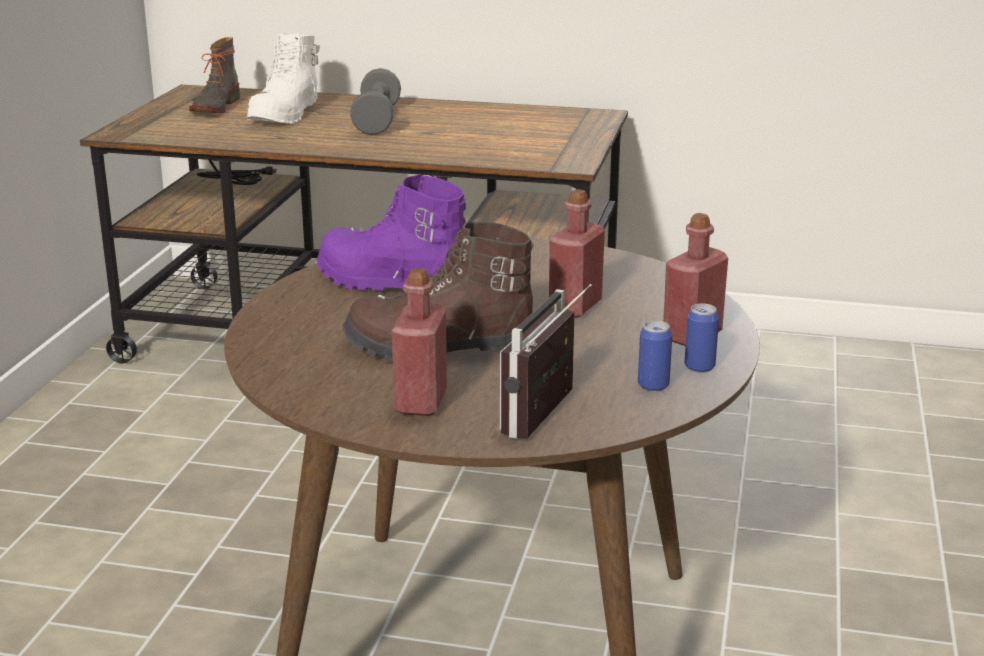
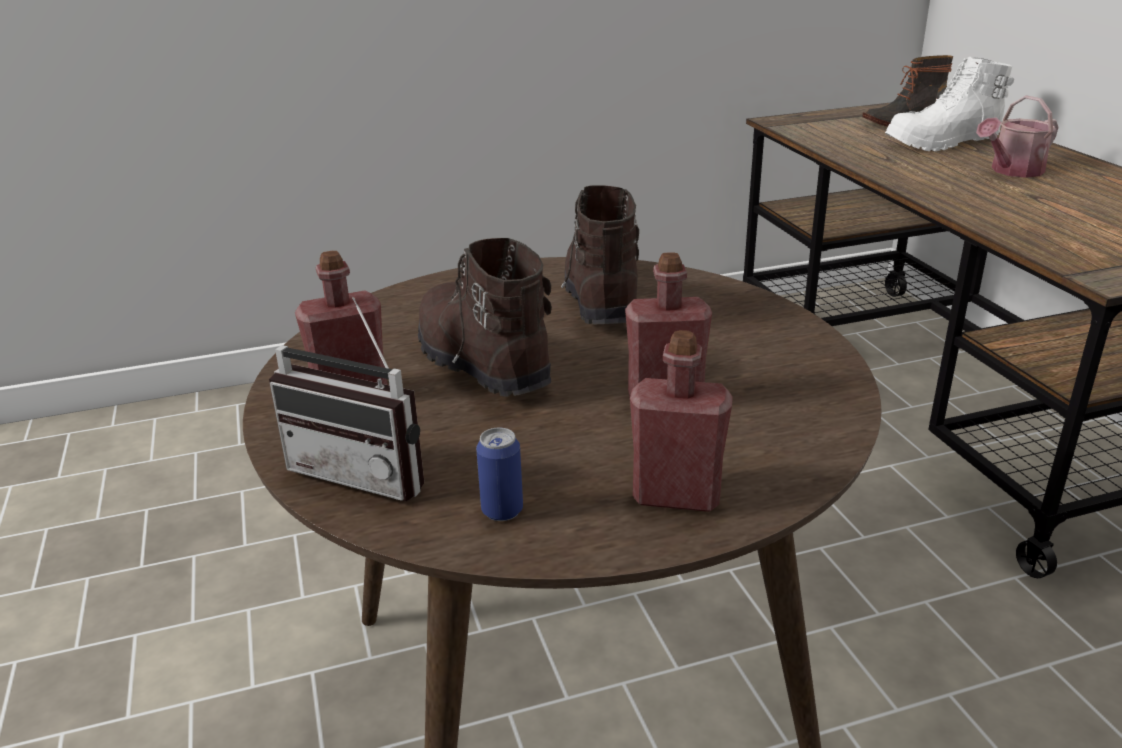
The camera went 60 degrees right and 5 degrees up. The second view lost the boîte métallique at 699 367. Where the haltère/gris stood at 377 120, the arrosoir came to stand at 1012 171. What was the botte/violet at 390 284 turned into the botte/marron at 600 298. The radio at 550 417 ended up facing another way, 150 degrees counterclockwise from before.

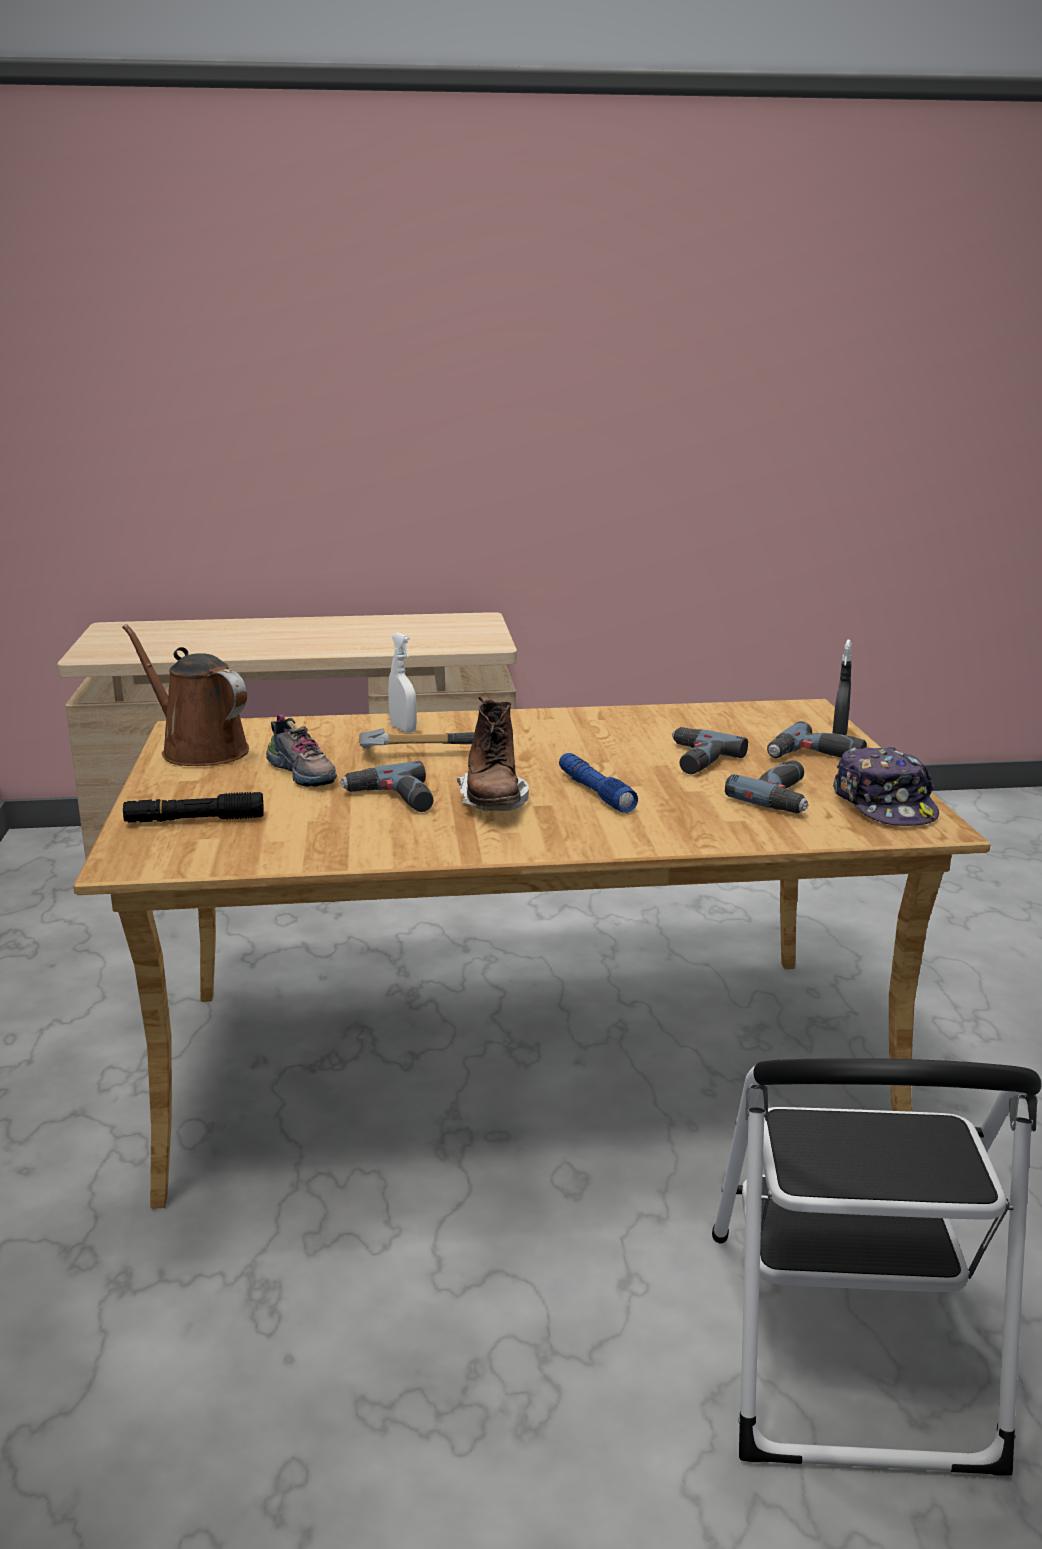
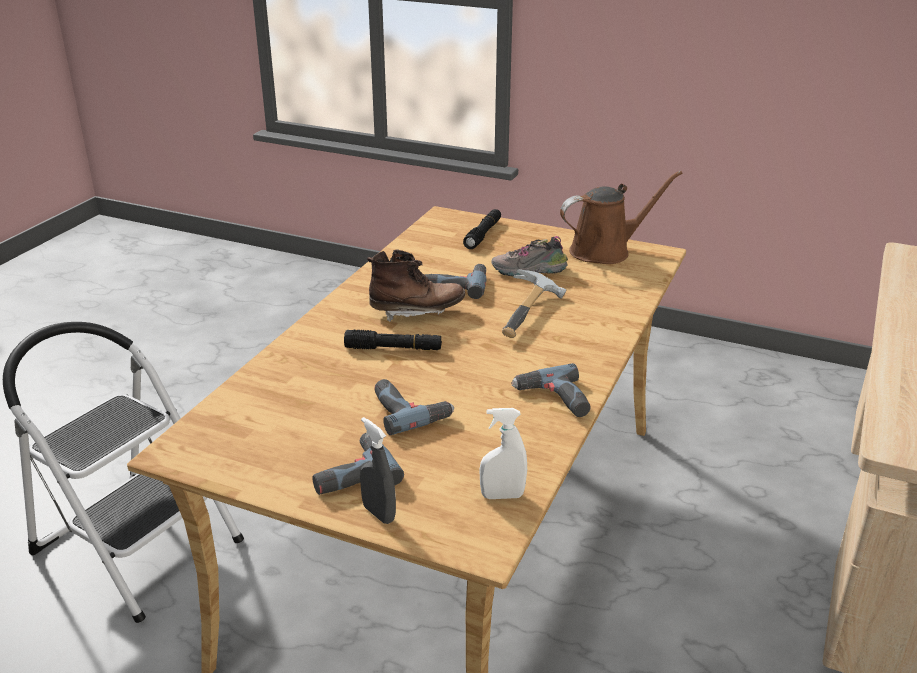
The camera went 120 degrees right and 10 degrees up. The second view lost the casquette at 884 805. The vaporisateur/blanc ended up elsewhere, having gone from 403 729 to 502 496. The perceuse ended up elsewhere, having gone from 784 797 to 553 400. What was the lampe de poche/bleu at 595 792 turned into the lampe de poche/noir at 393 349. The botte/marron at 493 802 ended up facing another way, 150 degrees clockwise from before.

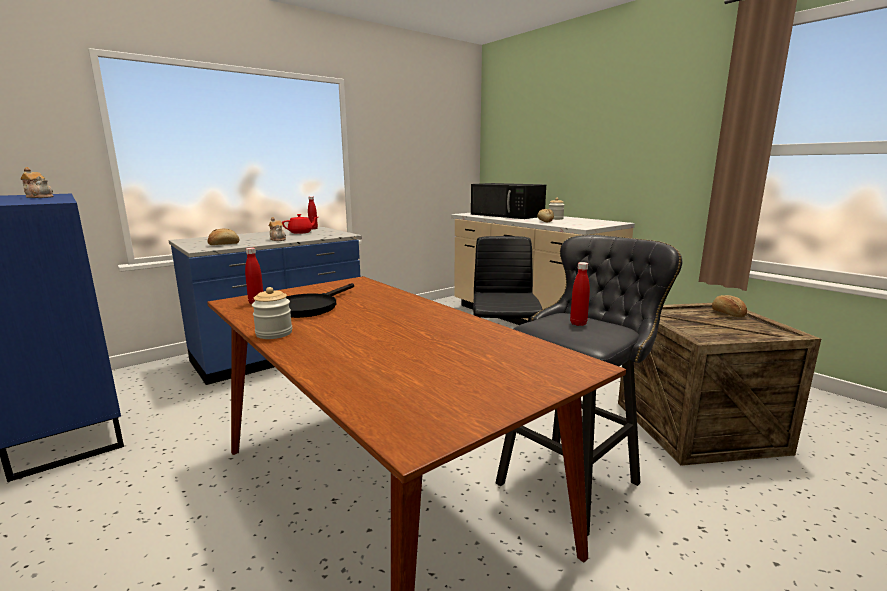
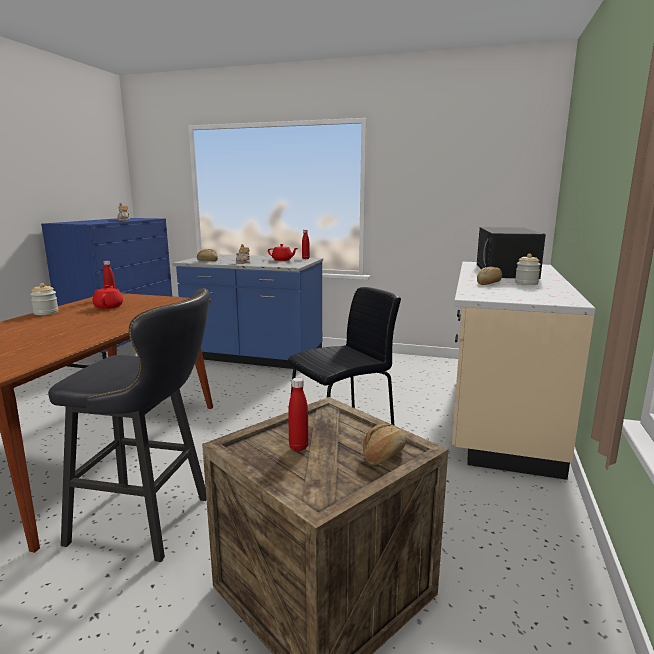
The camera went 55 degrees right and 0 degrees up. The bouteille/rouge ended up elsewhere, having gone from 578 323 to 298 447. Where the poêle/noir stood at 310 307, the théière/rouge came to stand at 109 306.

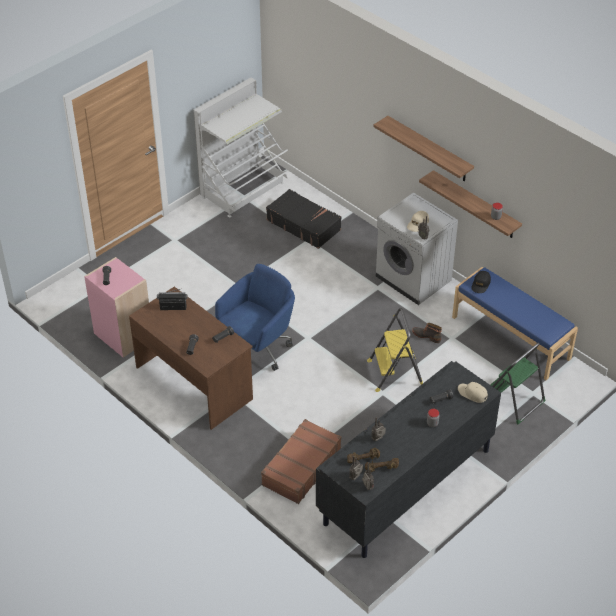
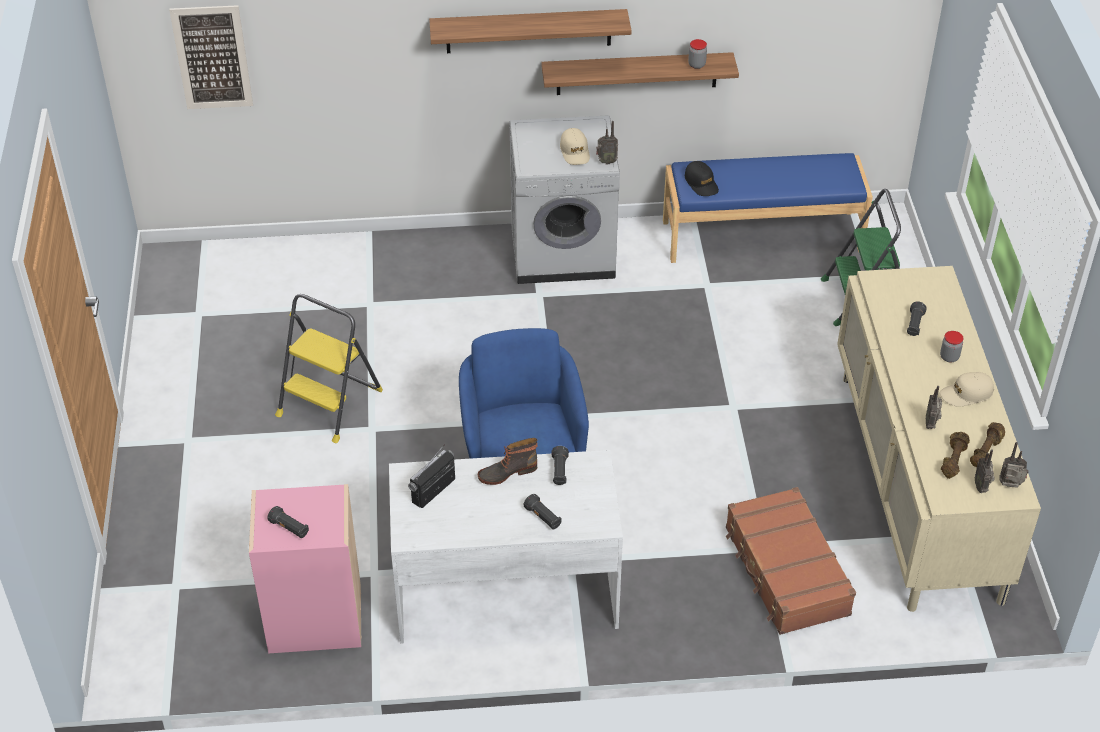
The camera went 50 degrees left and 0 degrees up. The second view lost the étagère à chaussures/blanc at 245 191. The second view lost the valise/noir at 303 224. The second view gained the tableau at 212 57. The escabeau/jaune ended up elsewhere, having gone from 397 372 to 332 400. The botte ended up elsewhere, having gone from 426 336 to 507 472. The casquette/beige ended up elsewhere, having gone from 472 393 to 966 394. What was the bureau/marron at 194 382 turned into the bureau/blanc at 506 591. What was the meuble de rangement/noir at 405 485 turned into the meuble de rangement/beige at 915 485.

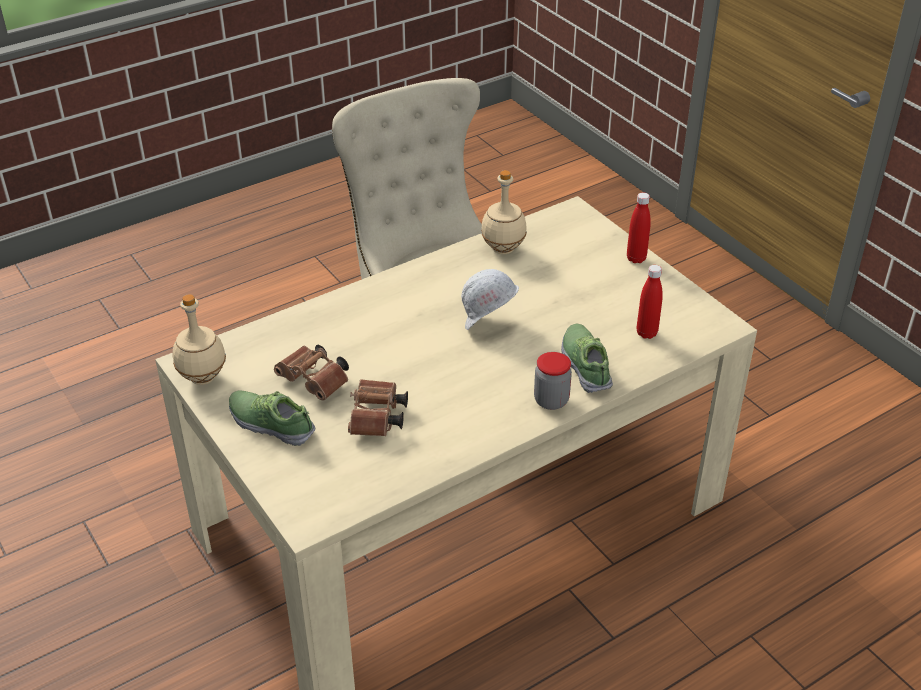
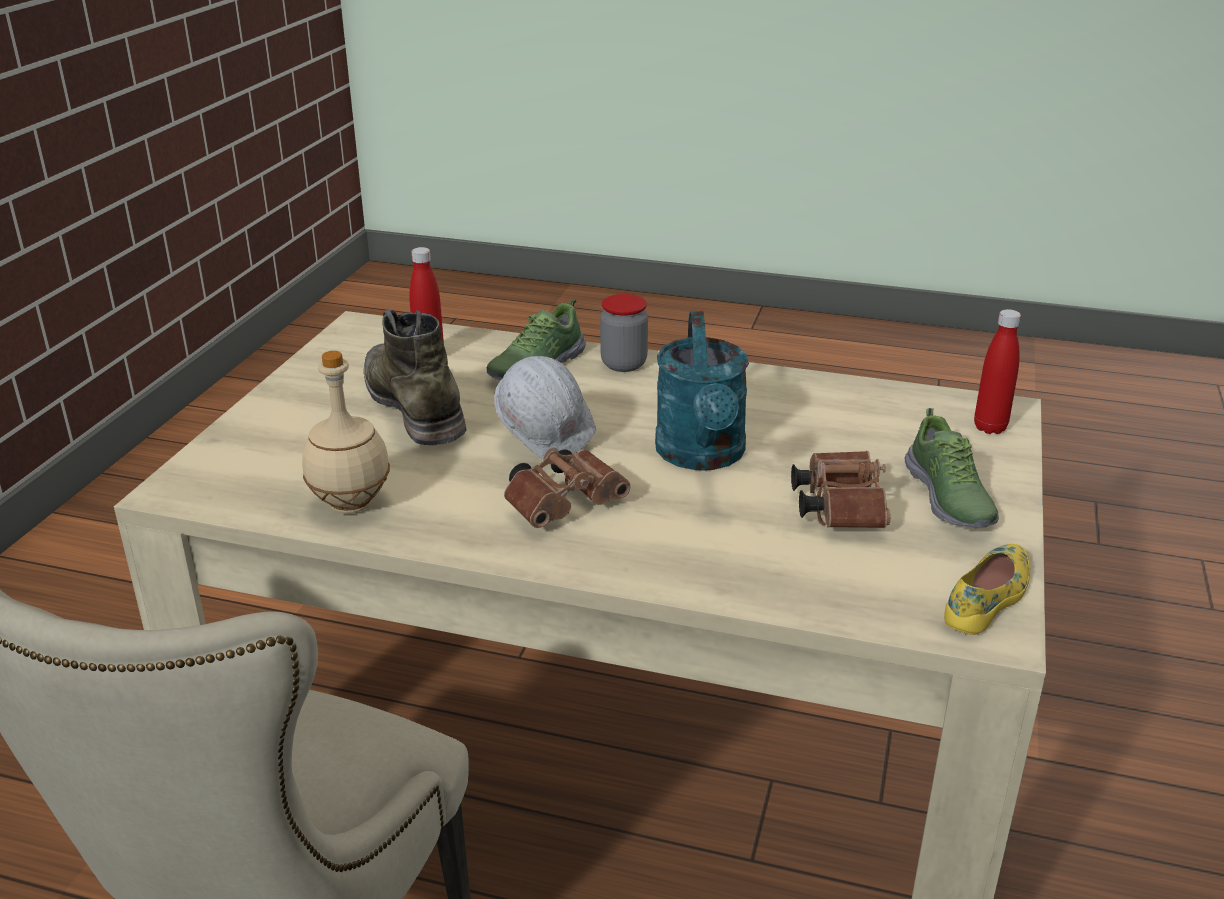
The camera went 130 degrees left and 10 degrees down. The second view gained the botte/vert at 414 405. The second view gained the arrosoir/turquoise at 702 456. The jumelles/marron ended up elsewhere, having gone from 377 419 to 567 504. The bouteille/rouge ended up elsewhere, having gone from 636 258 to 990 427. Where the bouteille/beige stood at 203 377, the chaussure/jaune came to stand at 988 598.

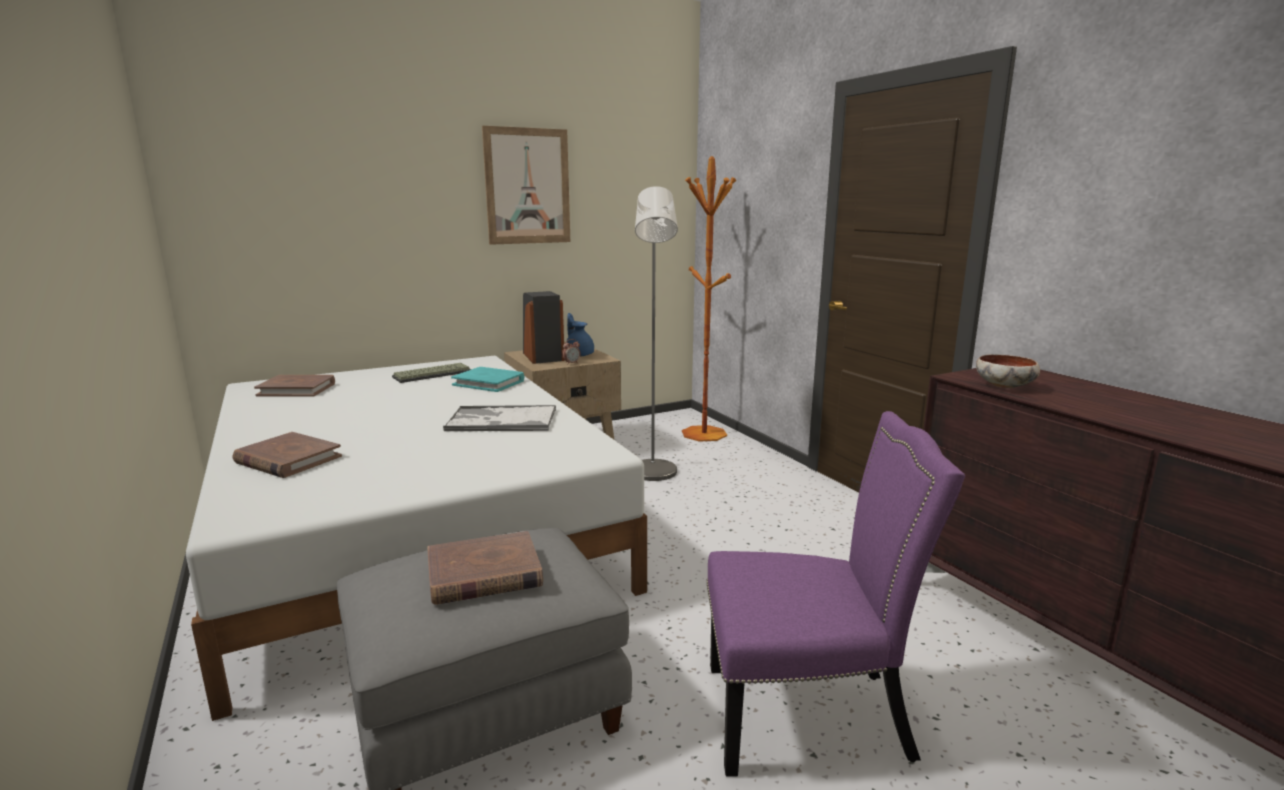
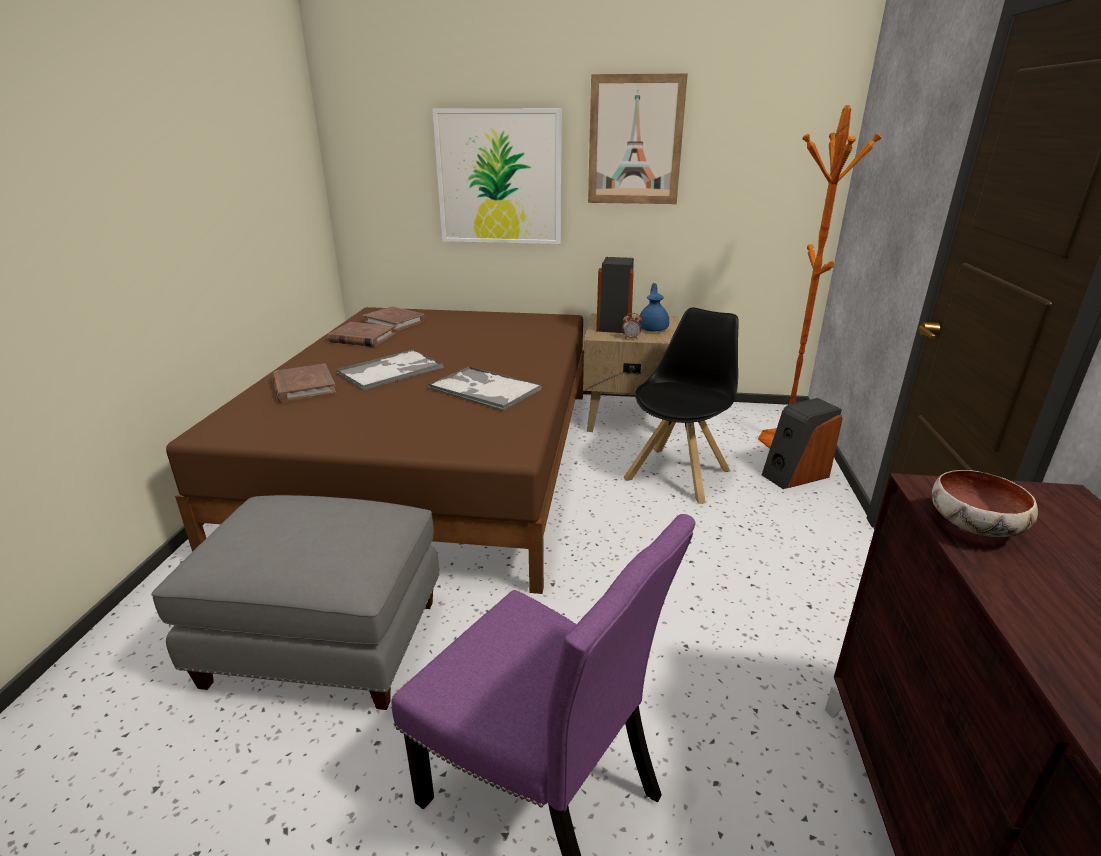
The camera went 35 degrees right and 10 degrees up. The second view lost the clavier at 433 374. The second view lost the livre/turquoise at 489 383. The second view gained the plateau at 391 370. The second view gained the tableau at 499 178. The second view gained the enceinte at 794 475. The livre/marron ended up elsewhere, having gone from 484 573 to 362 338. Where the lampadaire/gris stood at 653 475, the chaise/noir came to stand at 679 473. What was the lit/blanc at 412 529 turned into the lit/marron at 434 461.

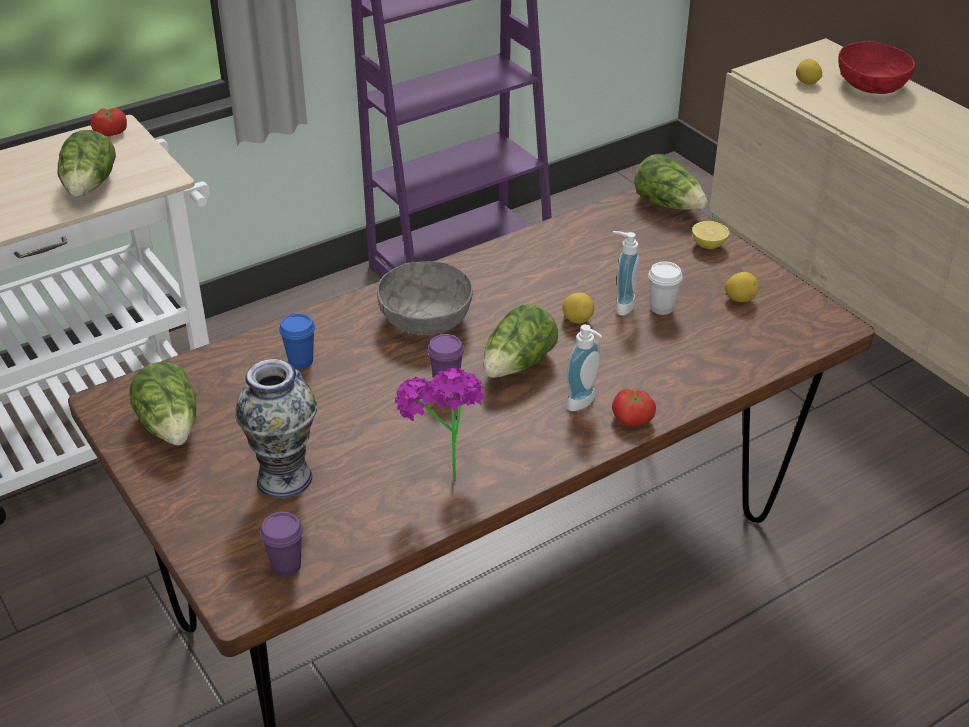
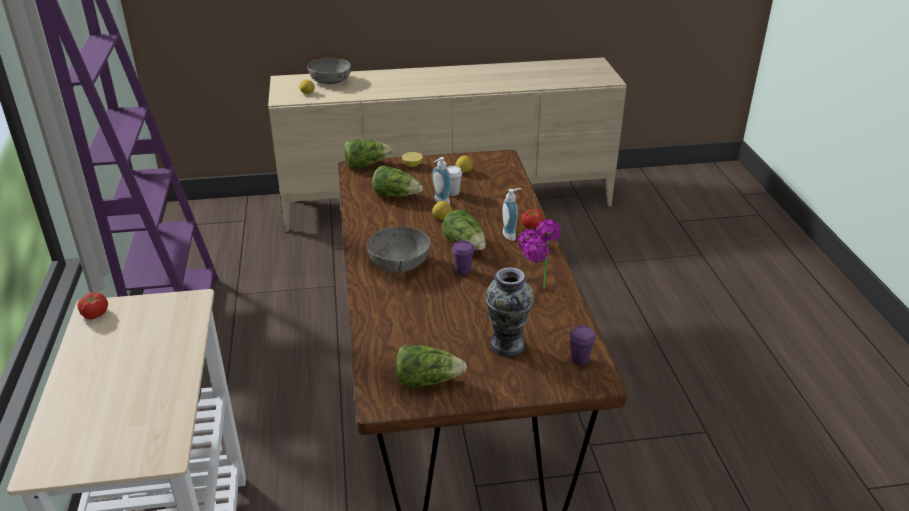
The camera went 65 degrees left and 5 degrees down. The second view lost the tasse/bleu at 300 361. The laitue ended up elsewhere, having gone from 90 187 to 396 195. What was the bol/rouge at 871 86 turned into the bol/gris at 330 81.

